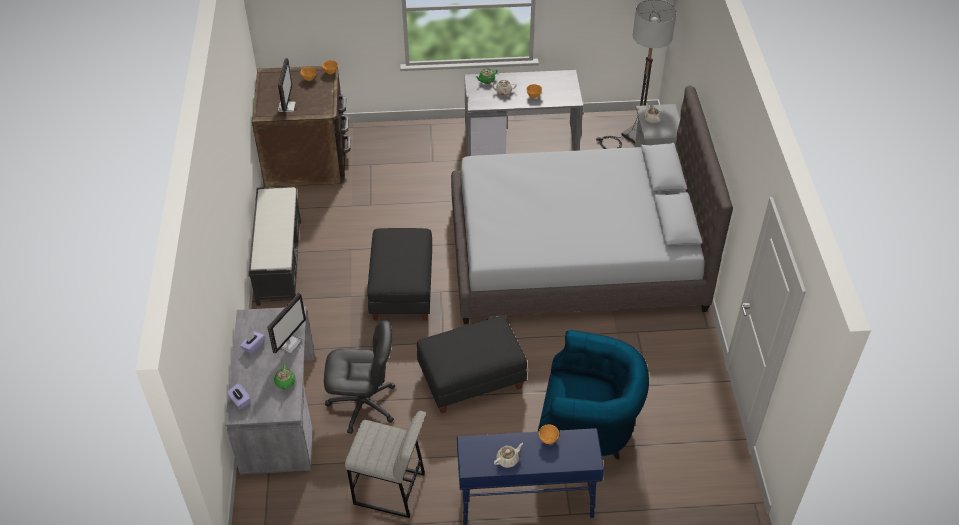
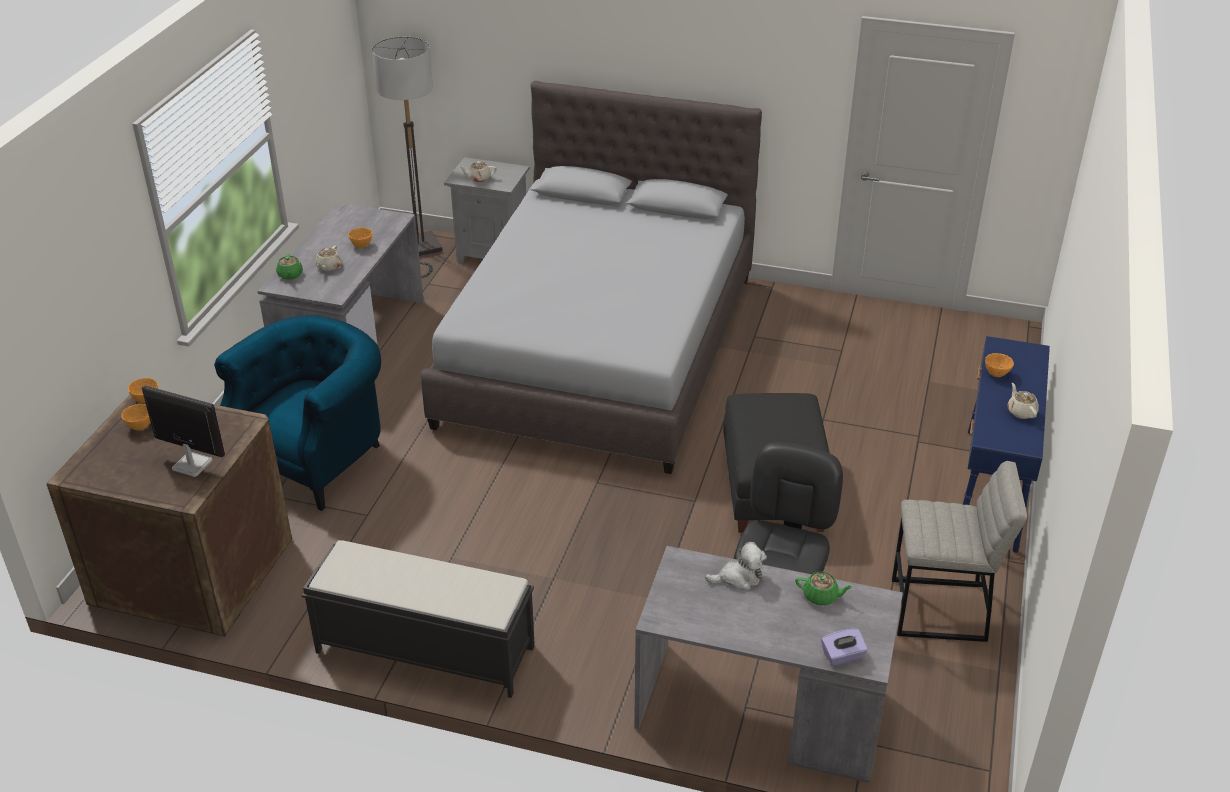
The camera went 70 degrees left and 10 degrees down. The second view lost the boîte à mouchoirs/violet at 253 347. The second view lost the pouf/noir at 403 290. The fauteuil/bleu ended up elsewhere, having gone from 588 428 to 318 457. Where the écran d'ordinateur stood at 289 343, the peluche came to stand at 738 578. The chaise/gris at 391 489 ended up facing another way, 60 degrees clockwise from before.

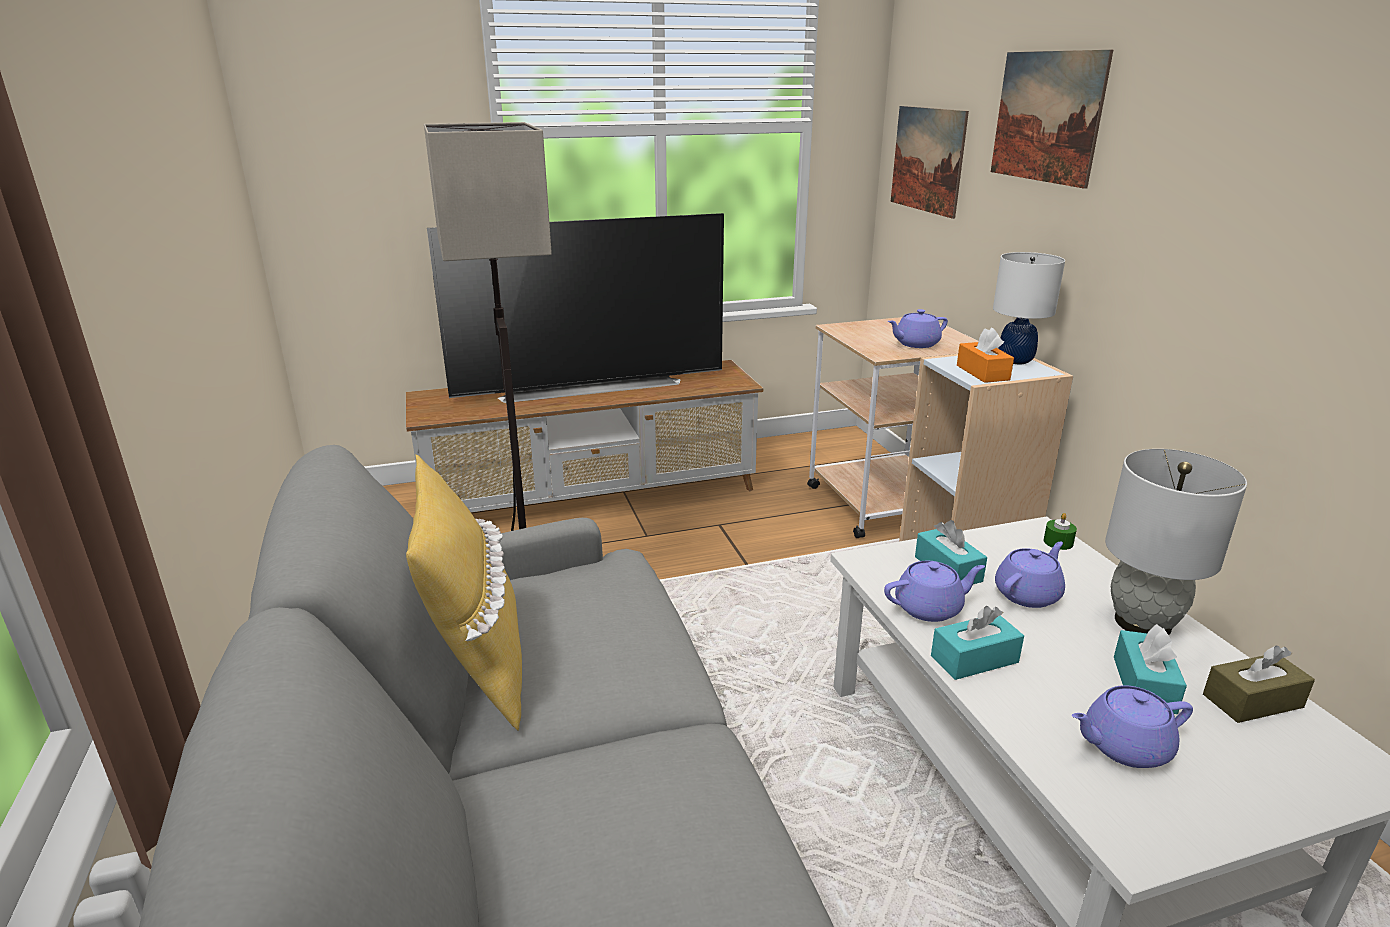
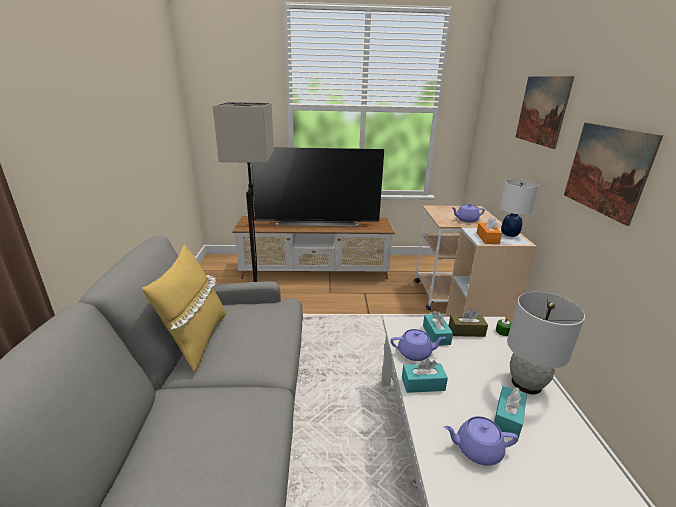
The camera went 15 degrees right and 0 degrees up. The second view lost the théière/violet at 1028 594. The tableau ended up elsewhere, having gone from 927 160 to 606 170. The boîte à mouchoirs/marron ended up elsewhere, having gone from 1252 701 to 466 331.

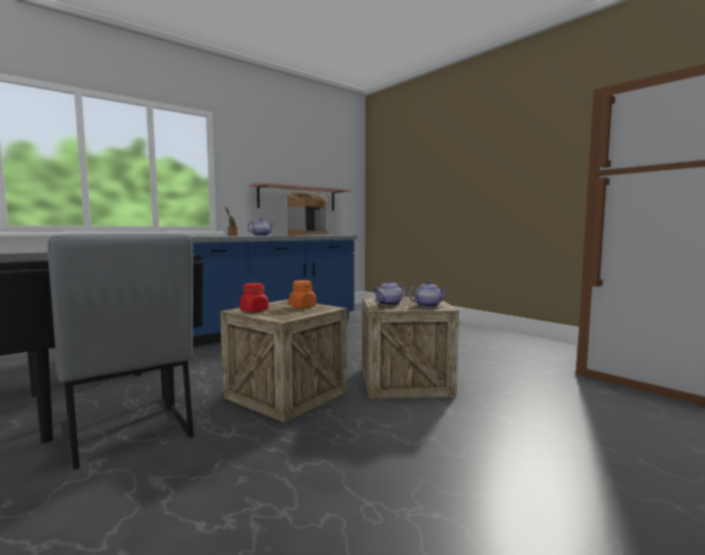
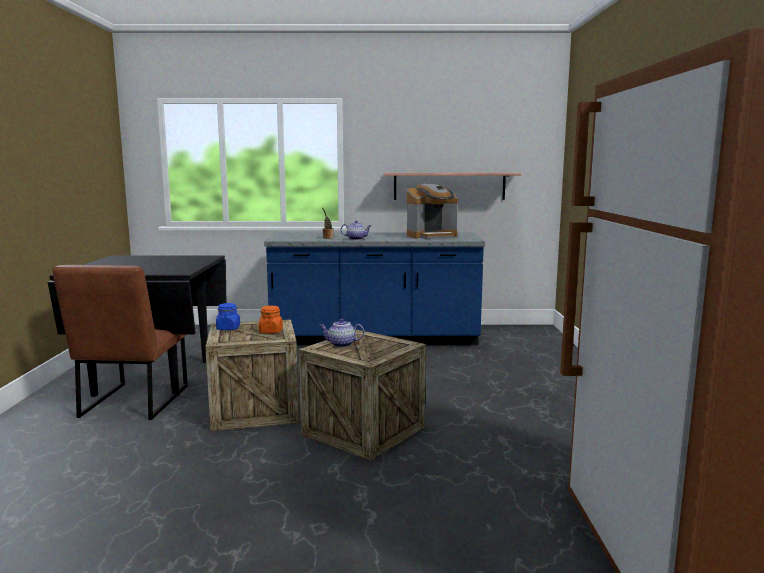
The camera went 40 degrees right and 5 degrees up. The second view lost the théière at 428 306. What was the chaise/gris at 127 429 turned into the chaise/marron at 133 402. What was the bocal/rouge at 254 311 turned into the bocal/bleu at 228 328.

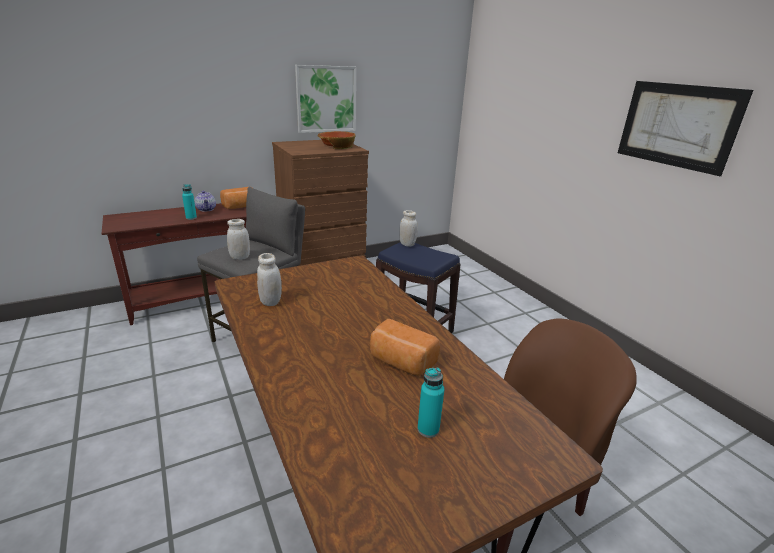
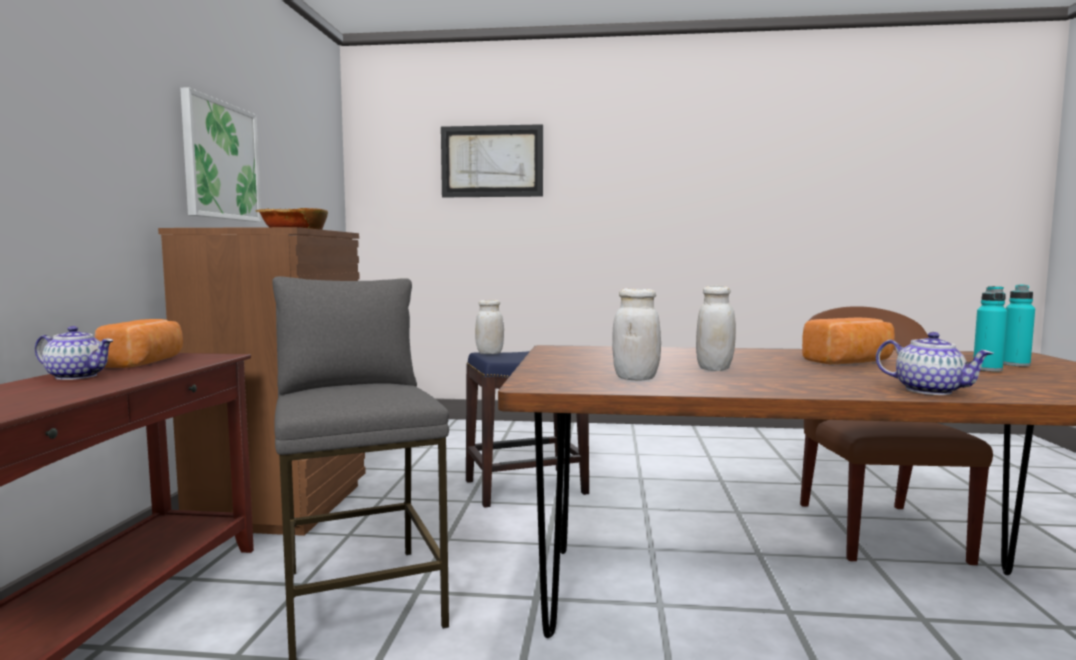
The camera went 55 degrees left and 20 degrees down. The second view gained the théière at 930 391. The bouteille/turquoise ended up elsewhere, having gone from 191 218 to 1015 364. The bocal/blanc ended up elsewhere, having gone from 240 257 to 714 369. The tableau ended up elsewhere, having gone from 677 125 to 492 161.

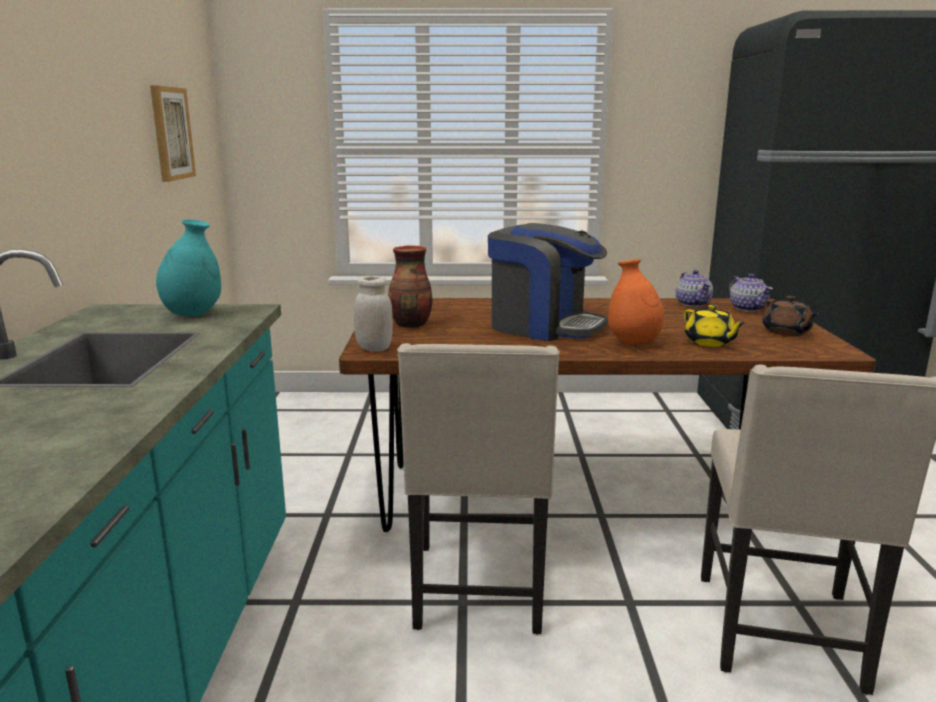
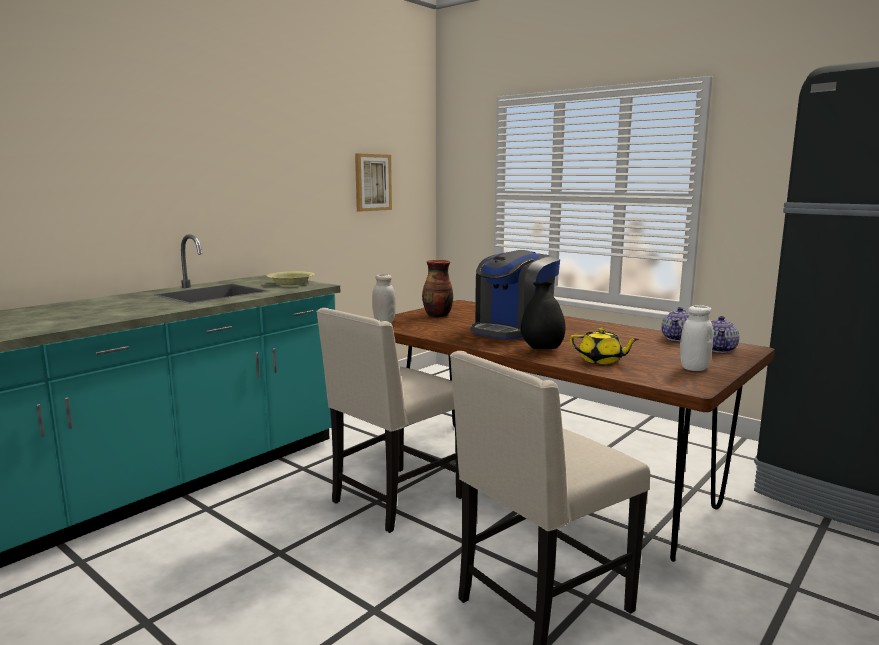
The camera went 40 degrees right and 5 degrees down. Where the vase/turquoise stood at 193 314, the bol/jaune came to stand at 291 283. Where the théière/marron stood at 786 332, the bocal/blanc came to stand at 694 368. What was the vase/orange at 633 343 turned into the vase/noir at 542 349. The machine à café at 543 326 ended up facing another way, 60 degrees clockwise from before. The théière/jaune at 709 343 ended up facing another way, 75 degrees counterclockwise from before.

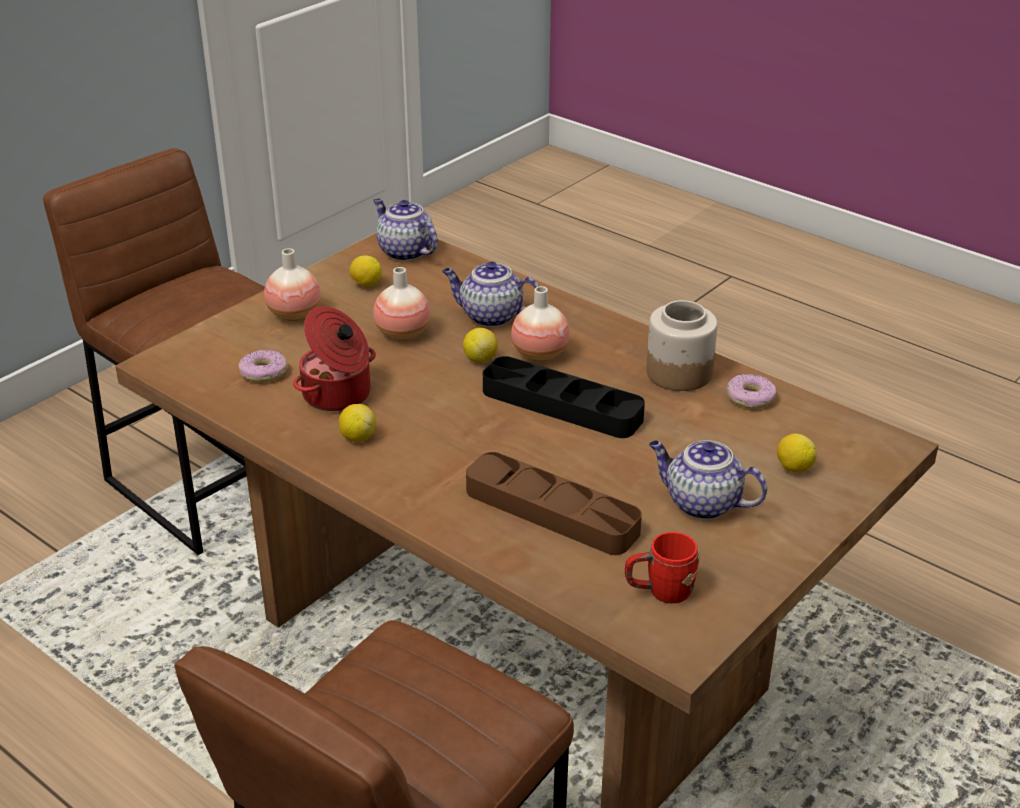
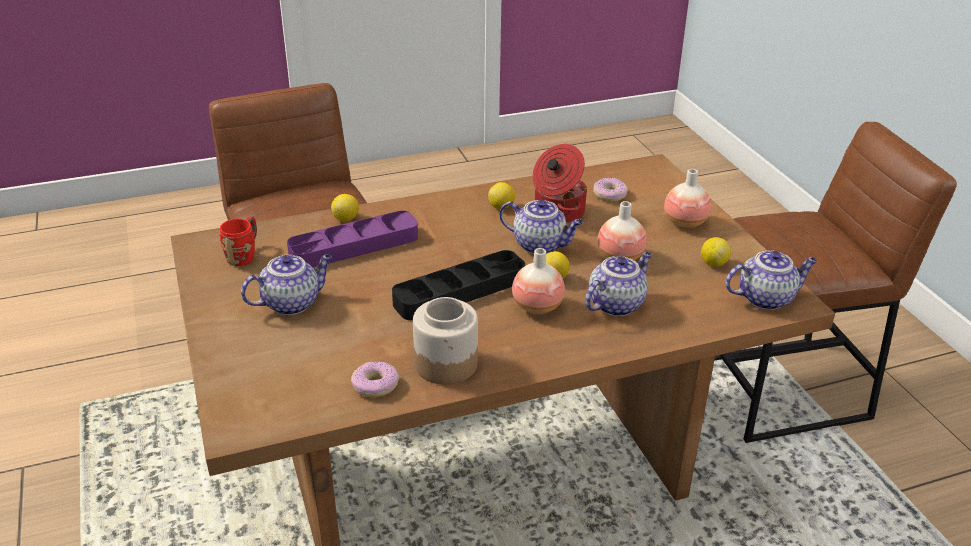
The camera went 120 degrees right and 0 degrees up. The second view gained the théière at 540 245. The citron ended up elsewhere, having gone from 794 468 to 346 218. What was the plateau/marron at 551 511 turned into the plateau/violet at 354 246.

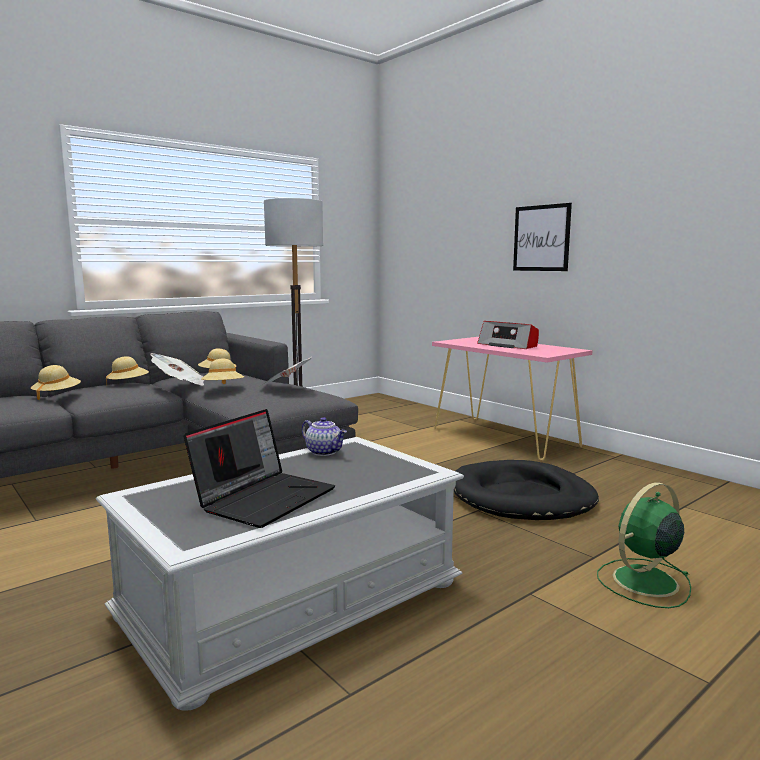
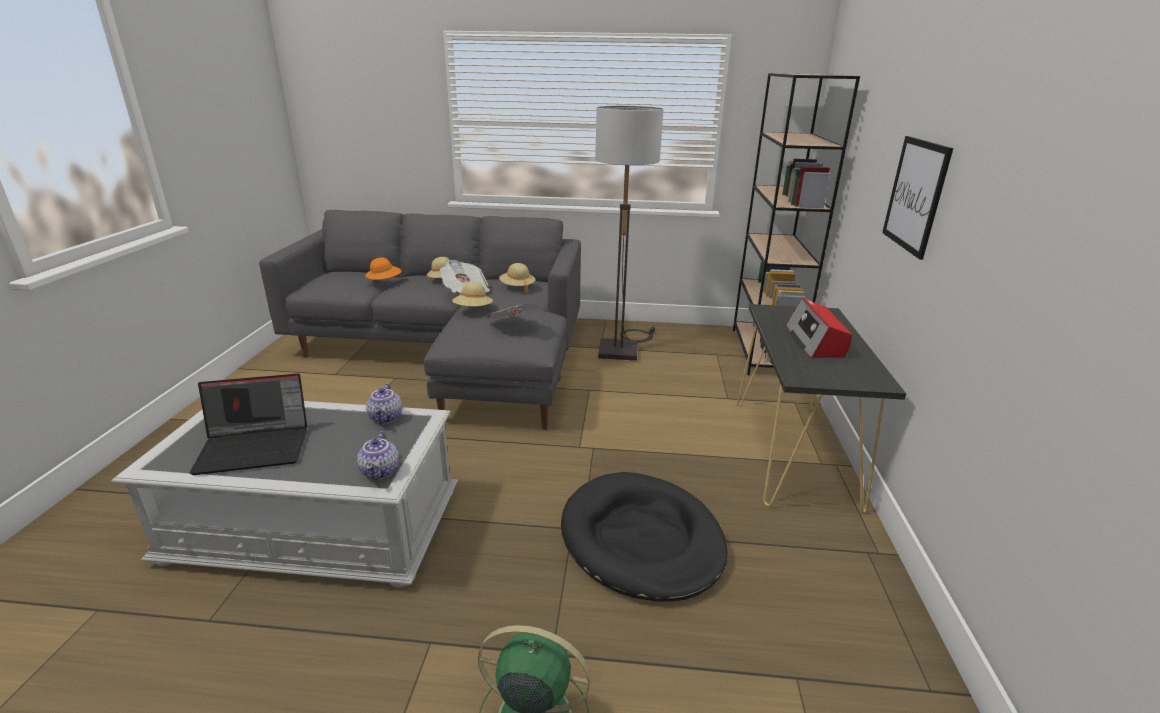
The camera went 45 degrees right and 15 degrees up. The second view gained the théière at 381 472. The second view gained the bibliothèque/beige at 764 352. What was the chapeau/beige at 57 395 turned into the chapeau/orange at 384 281. What was the table console/rose at 504 437 turned into the table console/noir at 793 452.

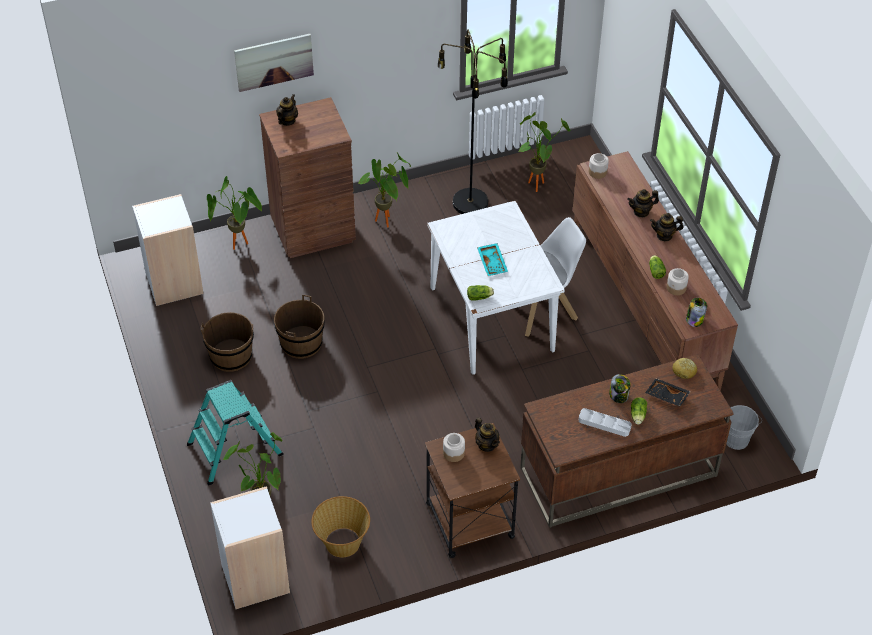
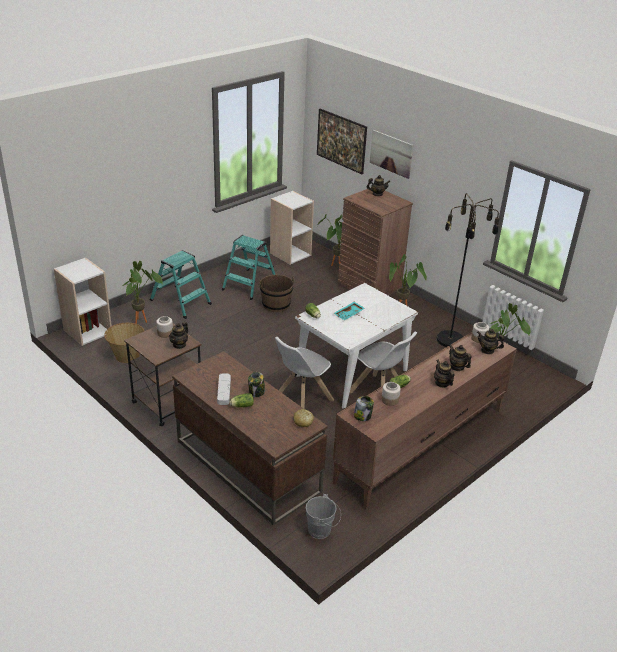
The camera went 65 degrees right and 15 degrees down. The second view lost the plateau/noir at 666 396. The second view gained the chaise at 301 401. The second view gained the tableau at 340 152. The second view gained the théière at 487 350. Where the seau/marron stood at 231 356, the escabeau/turquoise came to stand at 249 284.

